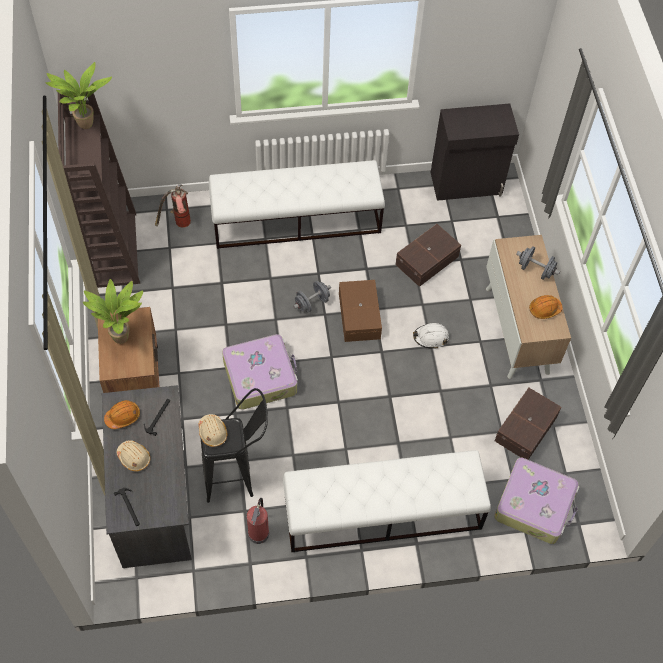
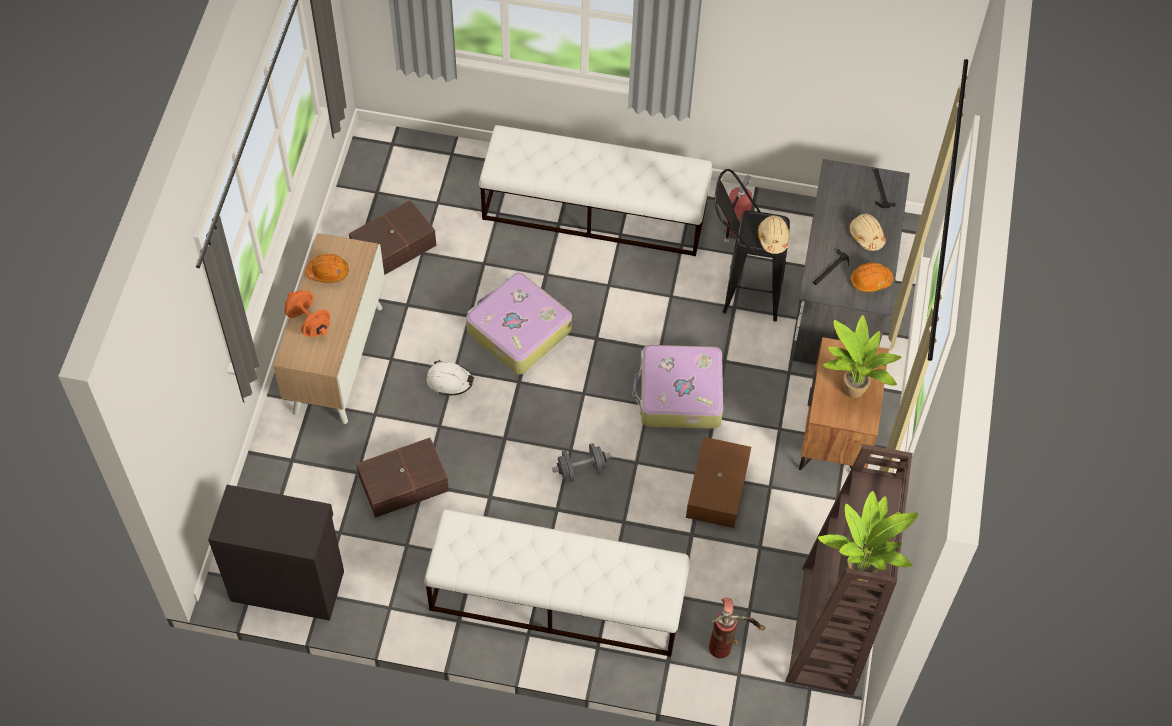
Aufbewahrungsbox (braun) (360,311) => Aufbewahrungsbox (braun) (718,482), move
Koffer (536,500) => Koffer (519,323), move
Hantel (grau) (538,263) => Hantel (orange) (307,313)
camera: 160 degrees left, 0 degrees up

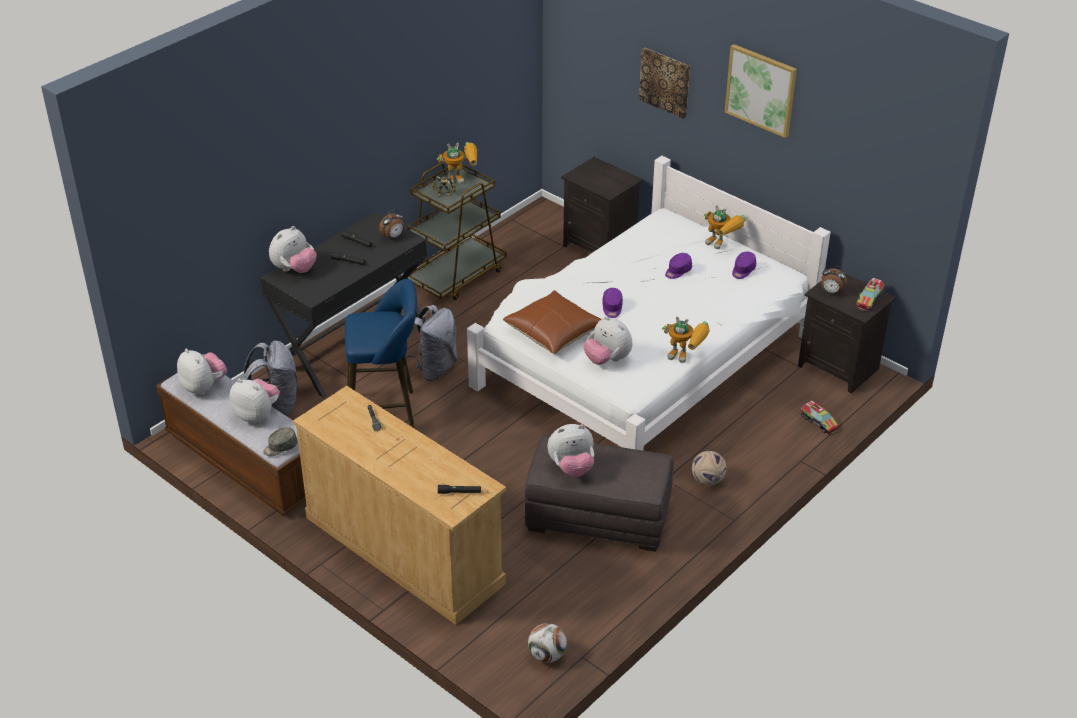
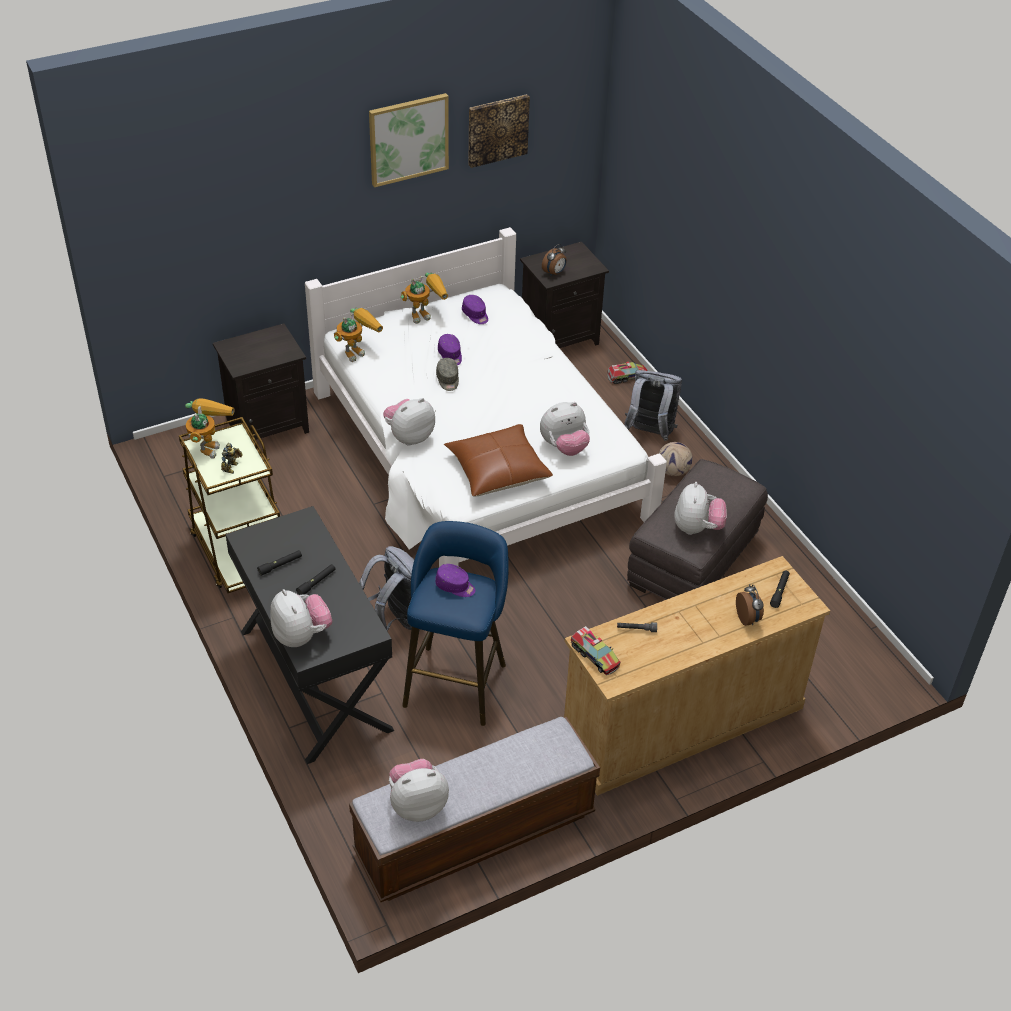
Fußball (547,643) => nothing
Plüschtier (254,401) => Plüschtier (409,422), move
Rucksack (grau) (270,378) => Rucksack (grau) (653,405), move
Kappe (grau) (280,441) => Kappe (grau) (447,374), move
Wecker (392,225) => Wecker (750,605), move
Kappe (lila) (612,303) => Kappe (lila) (455,580), move
Bild (664,83) => Bild (499,131), move
Spielzeugroboter (686,339) => Spielzeugroboter (358,335), move
Spielzeuglaster (870,294) => Spielzeuglaster (596,650), move
camera: 70 degrees left, 5 degrees up

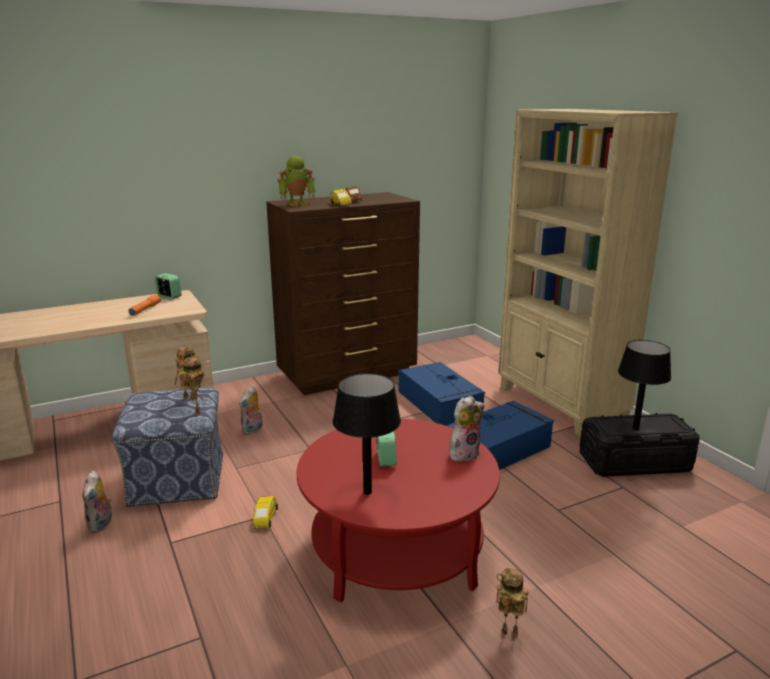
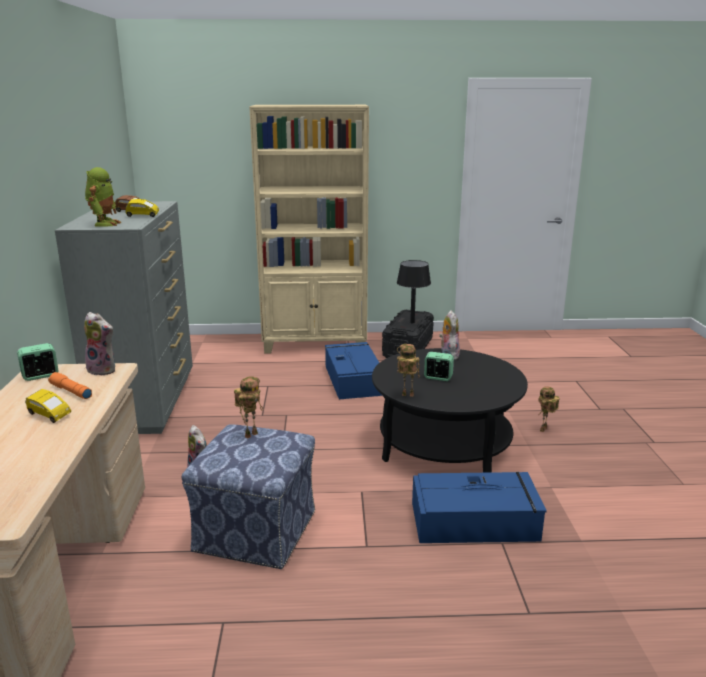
Tischlampe (schwarz) (367,434) => nothing
Plüschtier (97,501) => Plüschtier (99,344), move
Spielzeugroboter (192,385) => Spielzeugroboter (408,370), move
Spielzeugauto (gelb) (265,512) => Spielzeugauto (gelb) (48,406), move
Aufbewahrungsbox (blau) (441,394) => Aufbewahrungsbox (blau) (479,507), move
Kommode (braun) (343,293) => Kommode (grau) (124,317)
Couchtisch (rot) (398,511) => Couchtisch (schwarz) (450,410)
camera: 65 degrees left, 0 degrees up

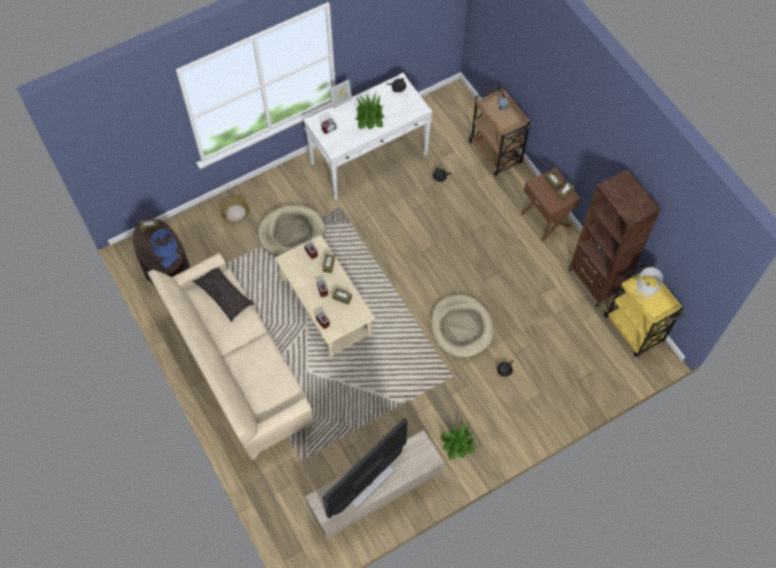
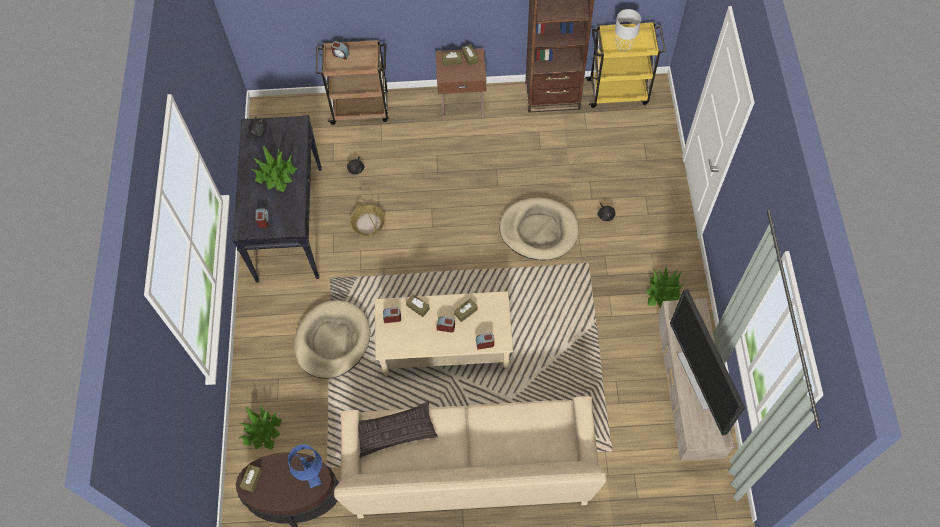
Bilderrahmen (341,93) => nothing
nothing => Topfpflanze (260,427)
Korb (235,209) => Korb (368,219), move
Konsolentisch (weiß) (367,136) => Konsolentisch (schwarz) (277,199)
camera: 60 degrees left, 0 degrees up

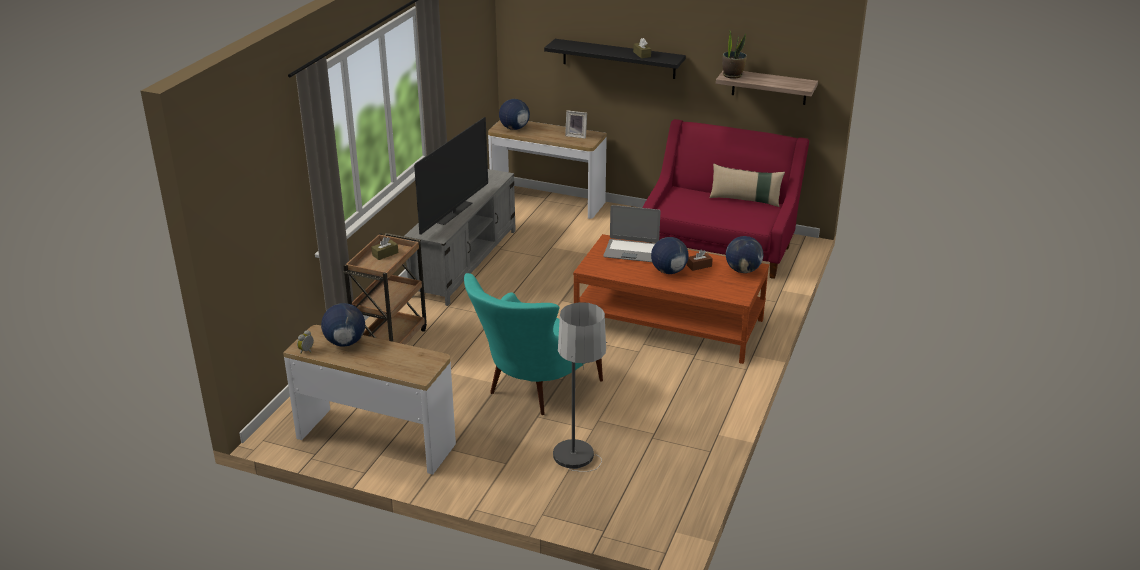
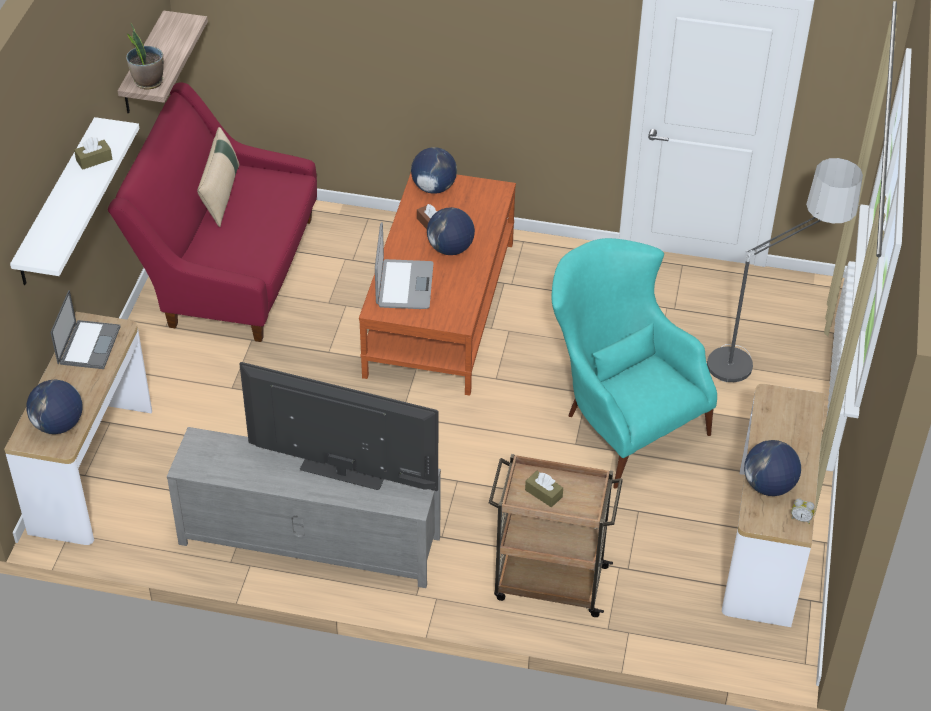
Bilderrahmen (576,124) => Laptop (86,329)
Wandregal (schwarz) (615,59) => Wandregal (weiß) (74,201)
Sessel (türkis) (533,344) => Sessel (türkis) (634,363), 150 degrees counterclockwise
camera: 100 degrees left, 15 degrees up

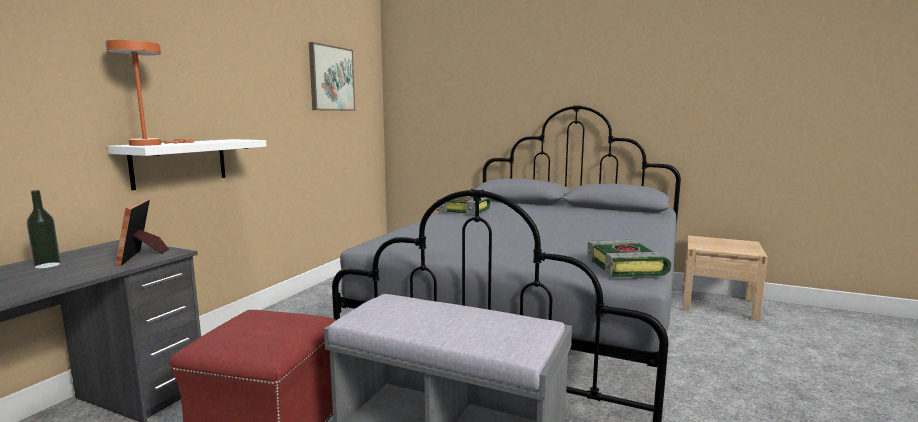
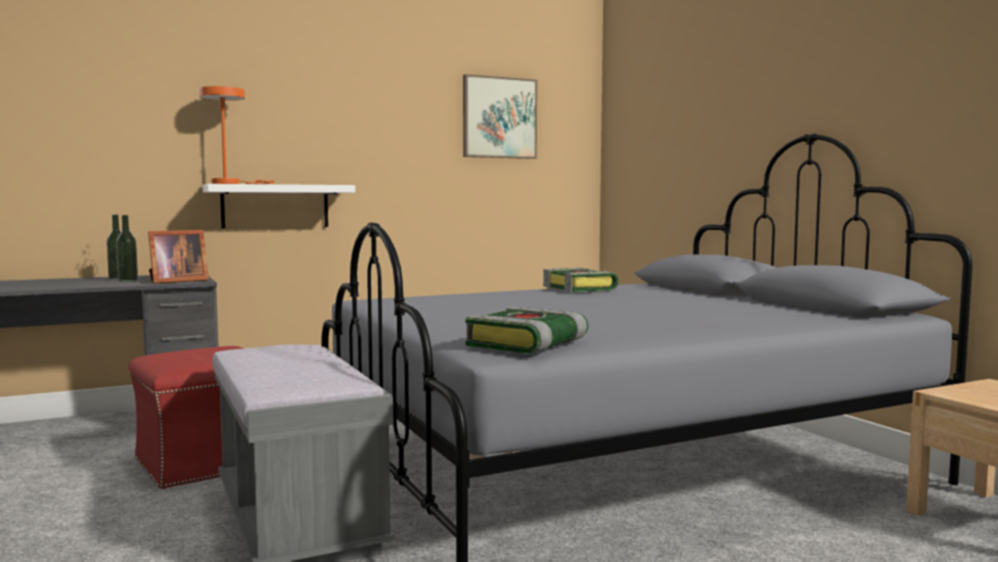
nothing => Flasche (127,248)
Bilderrahmen (142,232) => Bilderrahmen (178,257), 150 degrees counterclockwise
camera: 40 degrees right, 5 degrees down

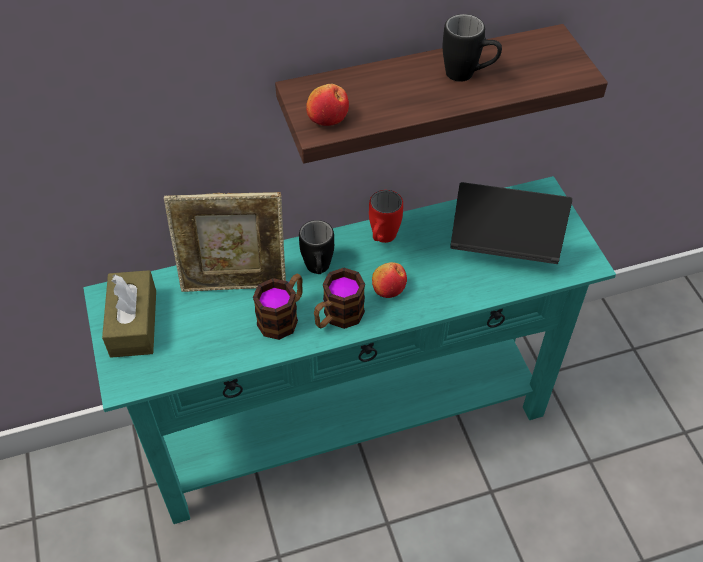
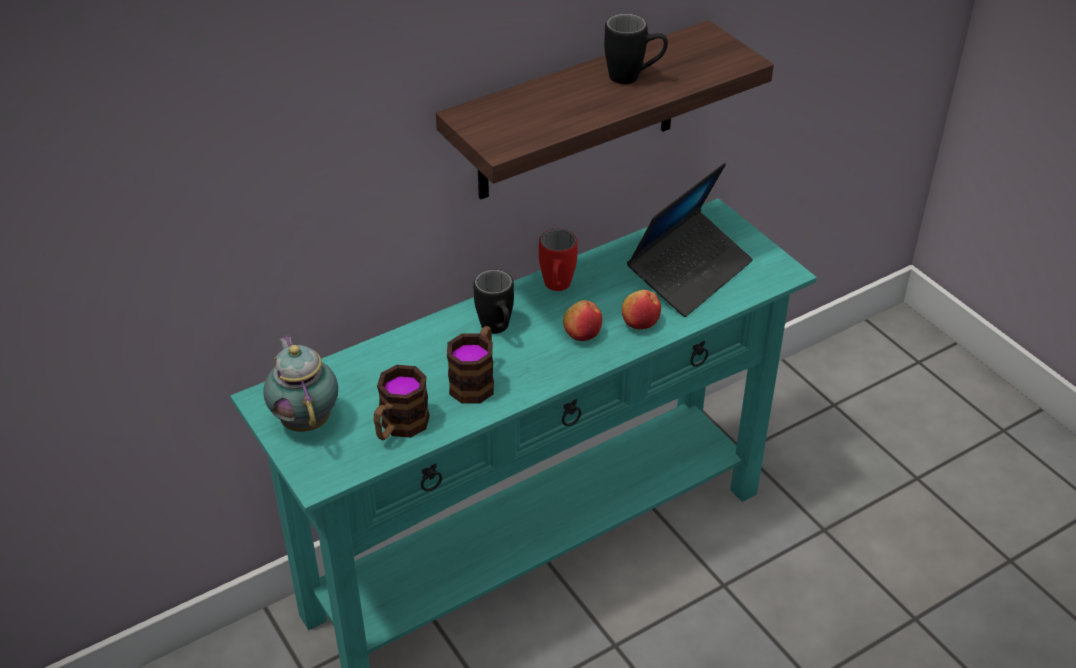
Bilderrahmen (225,242) => nothing
Apfel (327,105) => Apfel (641,309), move
Henkelbecher (339,298) => Henkelbecher (402,402), move
Taschentuchbox (braun) (129,314) => Teekanne (300,383)
Laptop (511,223) => Laptop (690,240), 135 degrees clockwise
camera: 15 degrees left, 10 degrees down

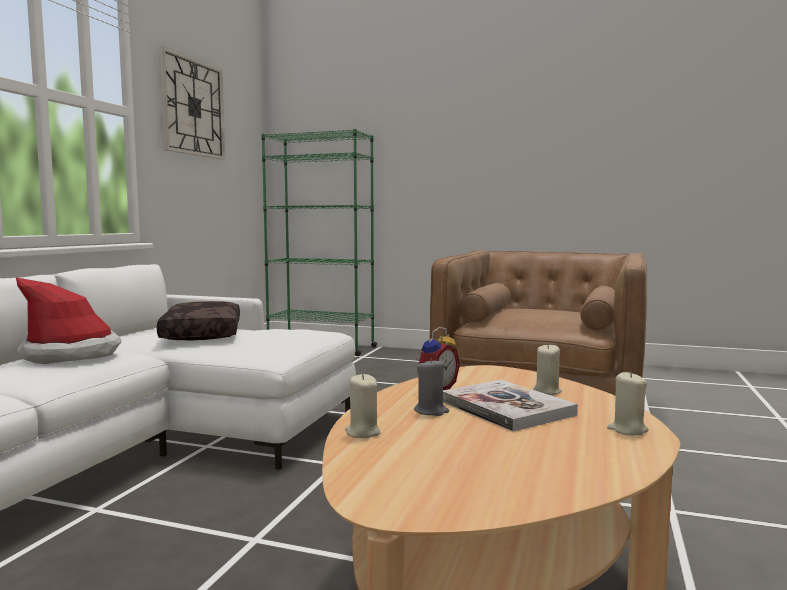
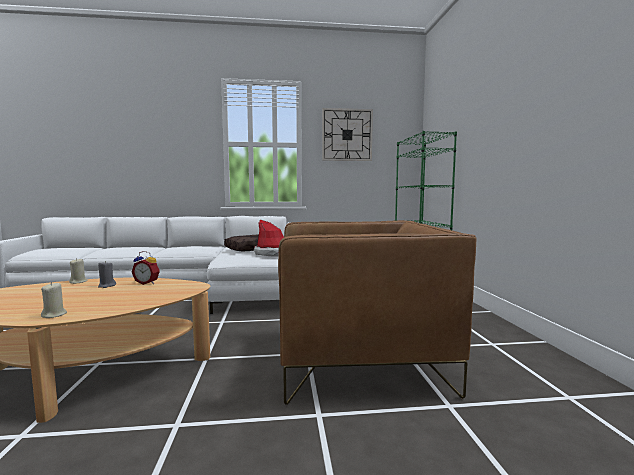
Buch (510,406) => nothing
Kerze (beige) (547,369) => nothing
Hut (69,320) => Hut (269,238), move
camera: 65 degrees right, 0 degrees up

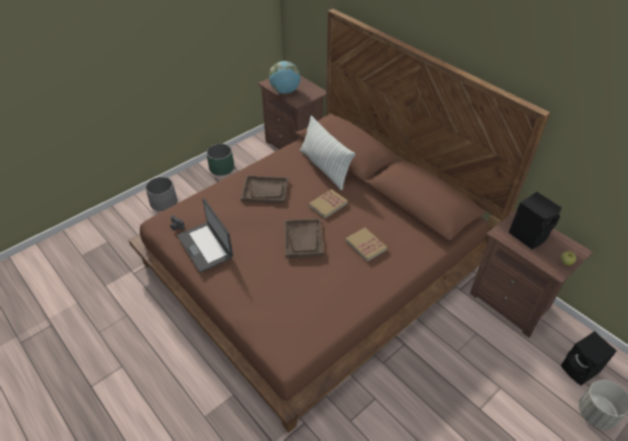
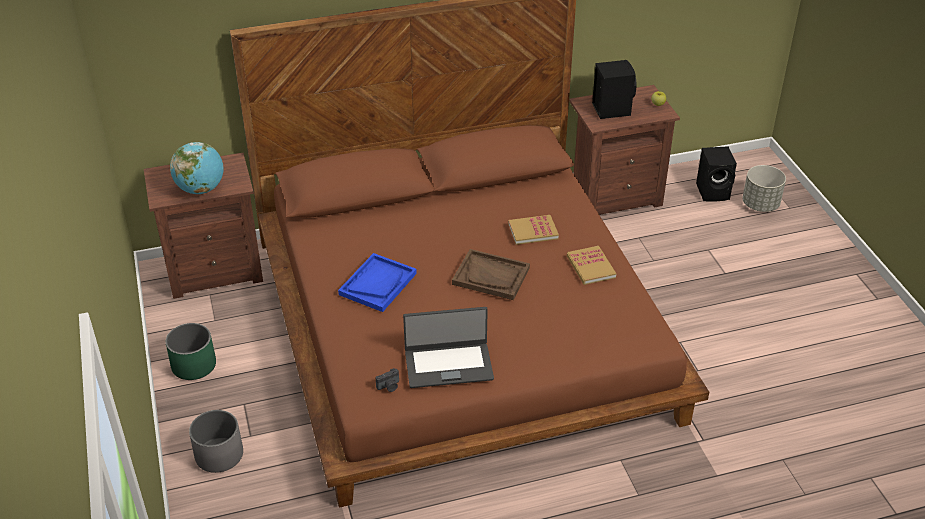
Kissen (327,153) => nothing
Buch (328,204) => Buch (591,265), move
Tablett (braun) (264,190) => Tablett (blau) (377,282)
camera: 65 degrees left, 5 degrees down

